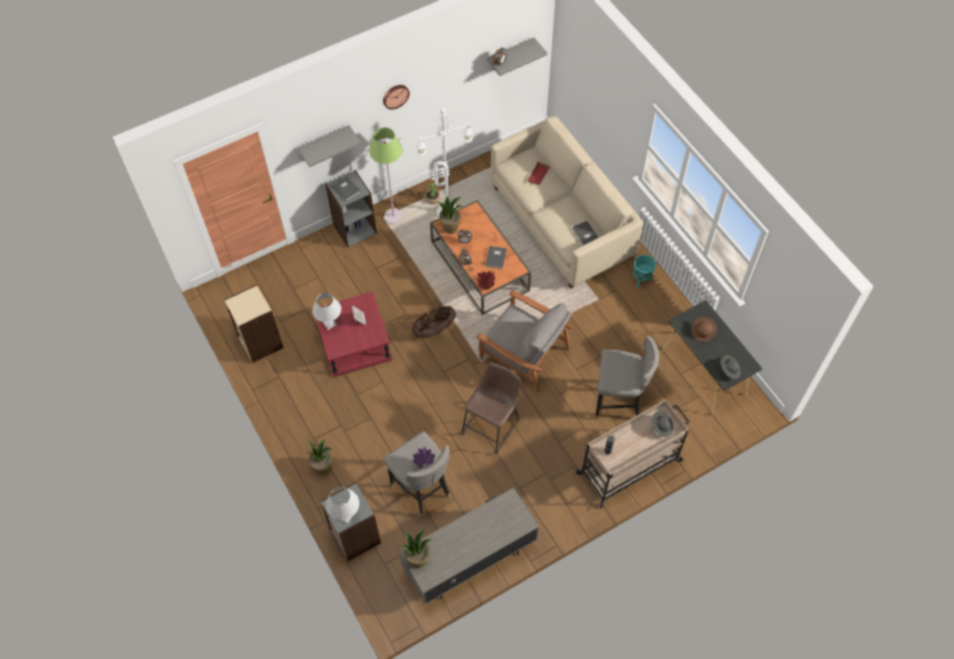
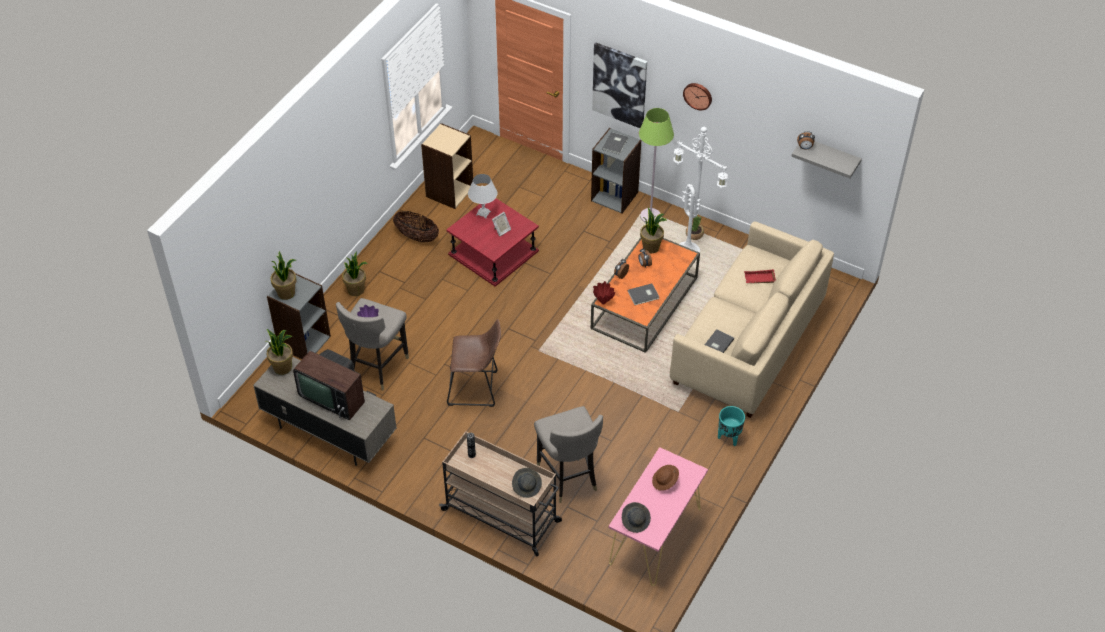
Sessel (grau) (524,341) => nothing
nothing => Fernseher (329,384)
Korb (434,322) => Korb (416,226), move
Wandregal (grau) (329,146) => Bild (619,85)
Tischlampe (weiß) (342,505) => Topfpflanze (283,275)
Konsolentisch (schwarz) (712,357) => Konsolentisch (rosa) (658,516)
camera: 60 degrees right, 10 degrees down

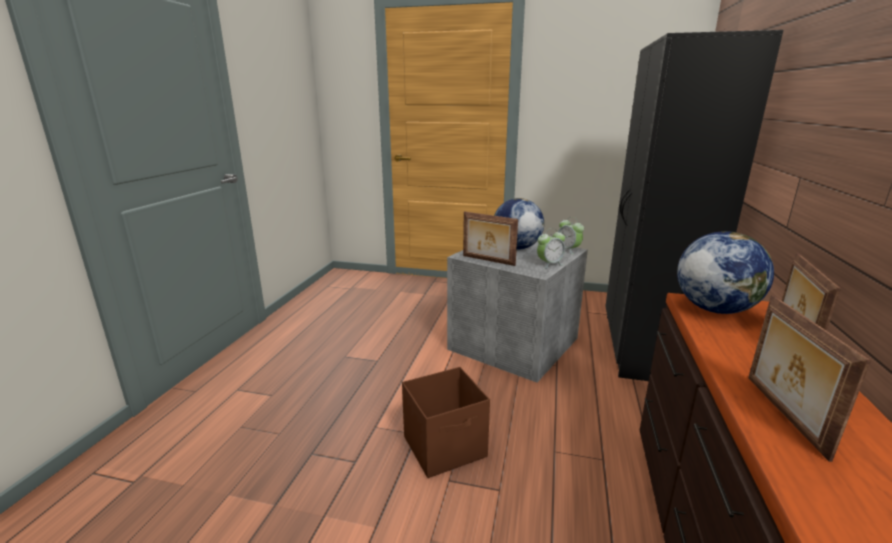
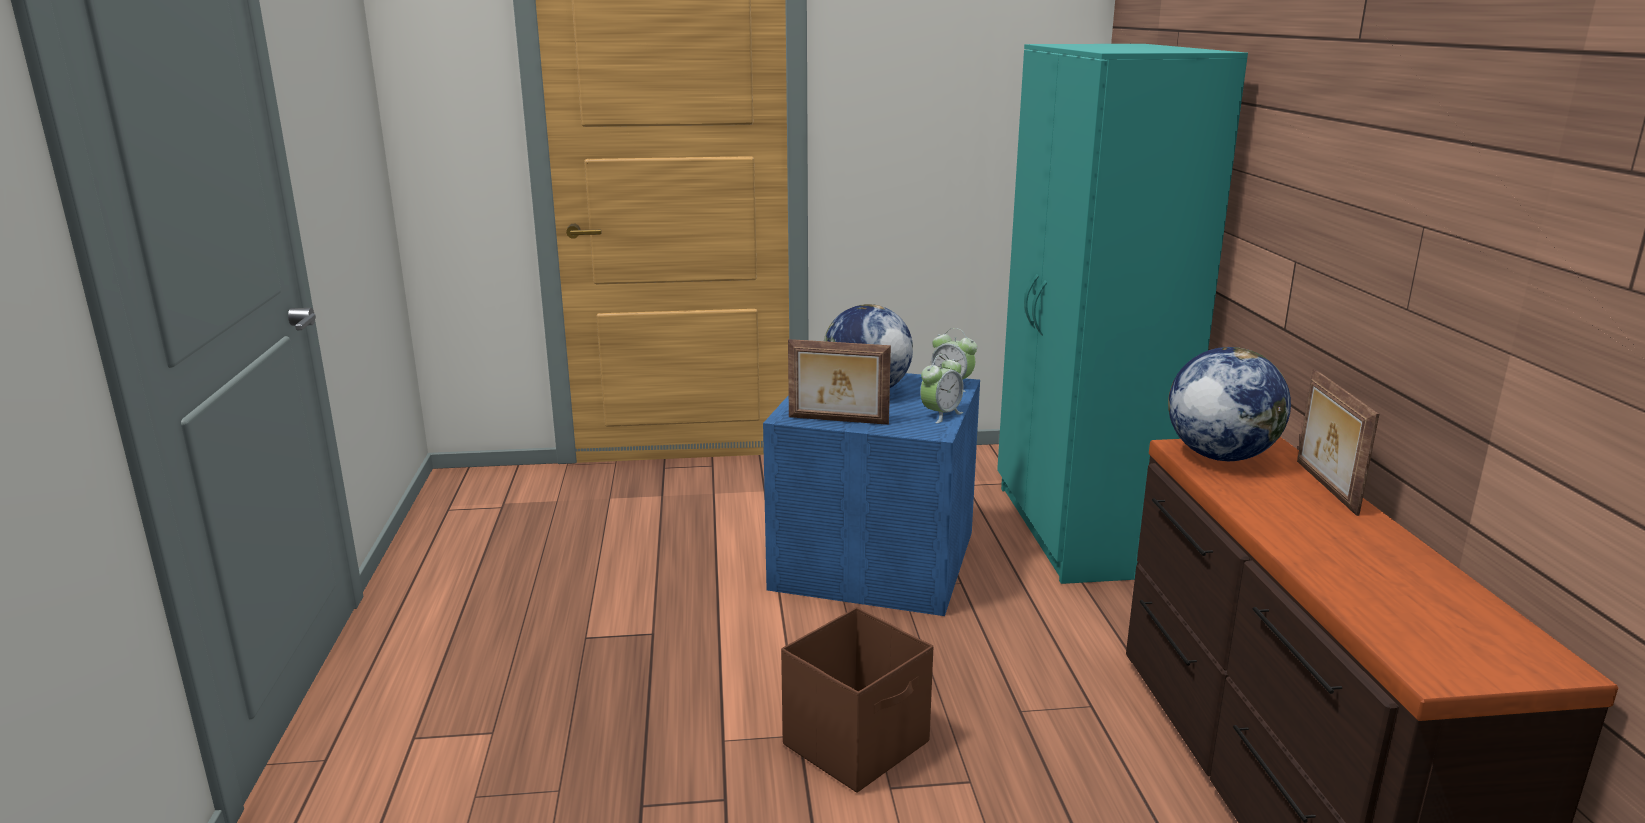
Bilderrahmen (809,378) => nothing
Aufbewahrungsbox (grau) (517,312) => Aufbewahrungsbox (blau) (871,494)
Kleiderschrank (schwarz) (694,205) => Kleiderschrank (türkis) (1122,314)
camera: 20 degrees left, 0 degrees up

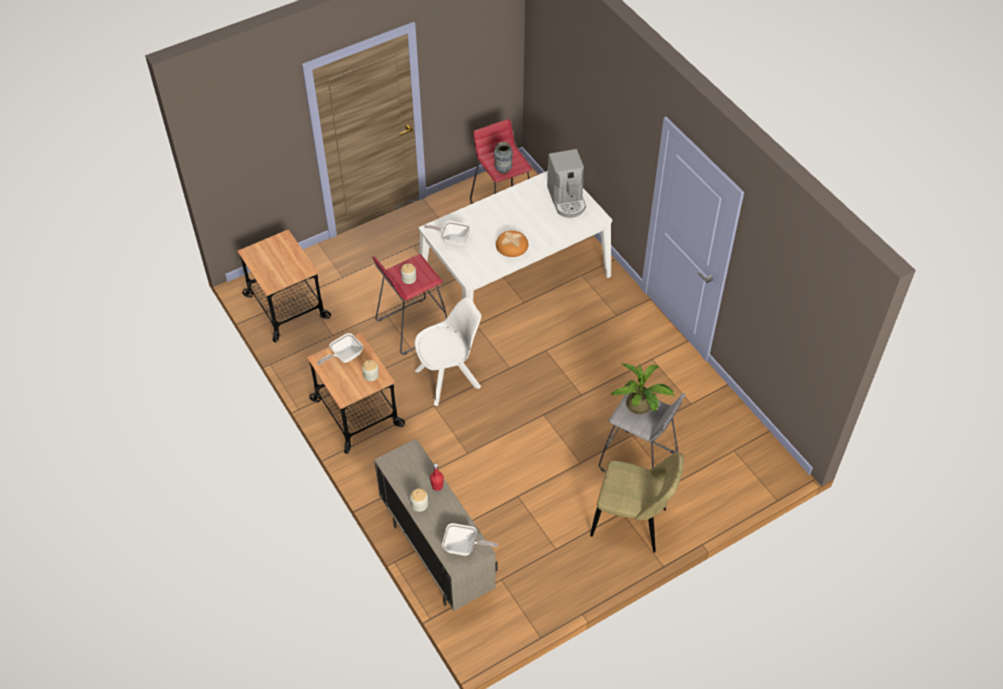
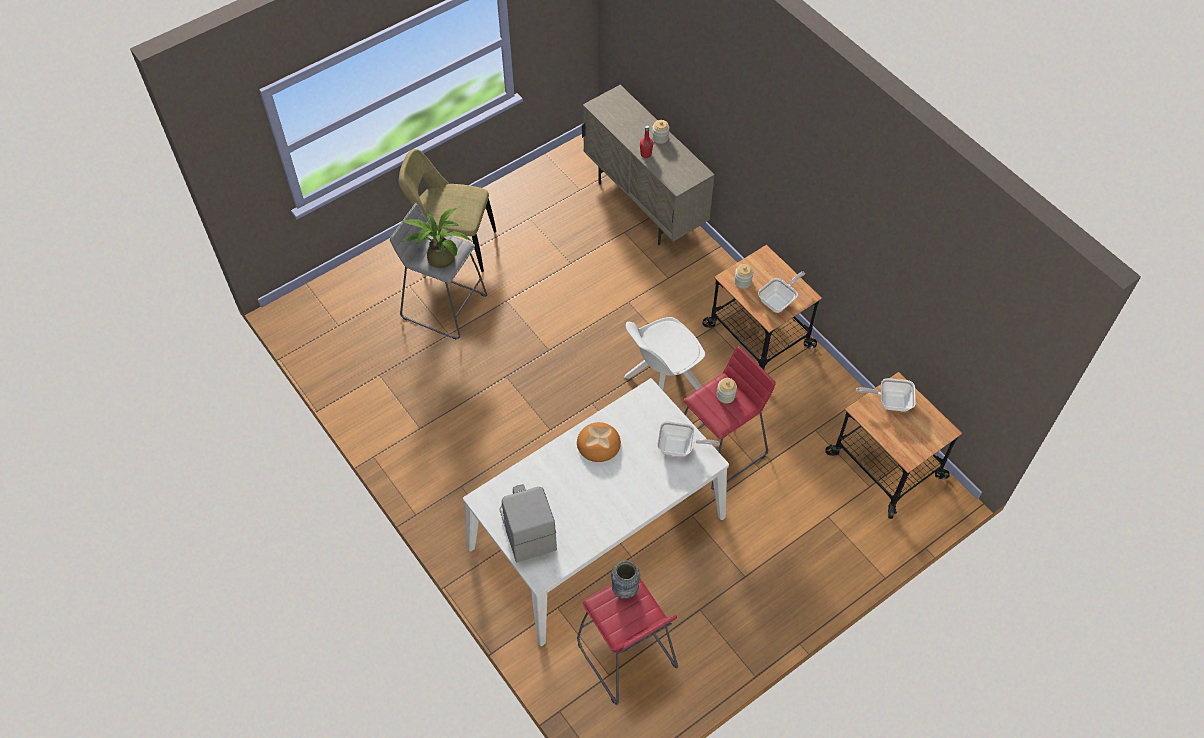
Pfanne (470,539) => Pfanne (886,394), move
camera: 175 degrees right, 5 degrees up

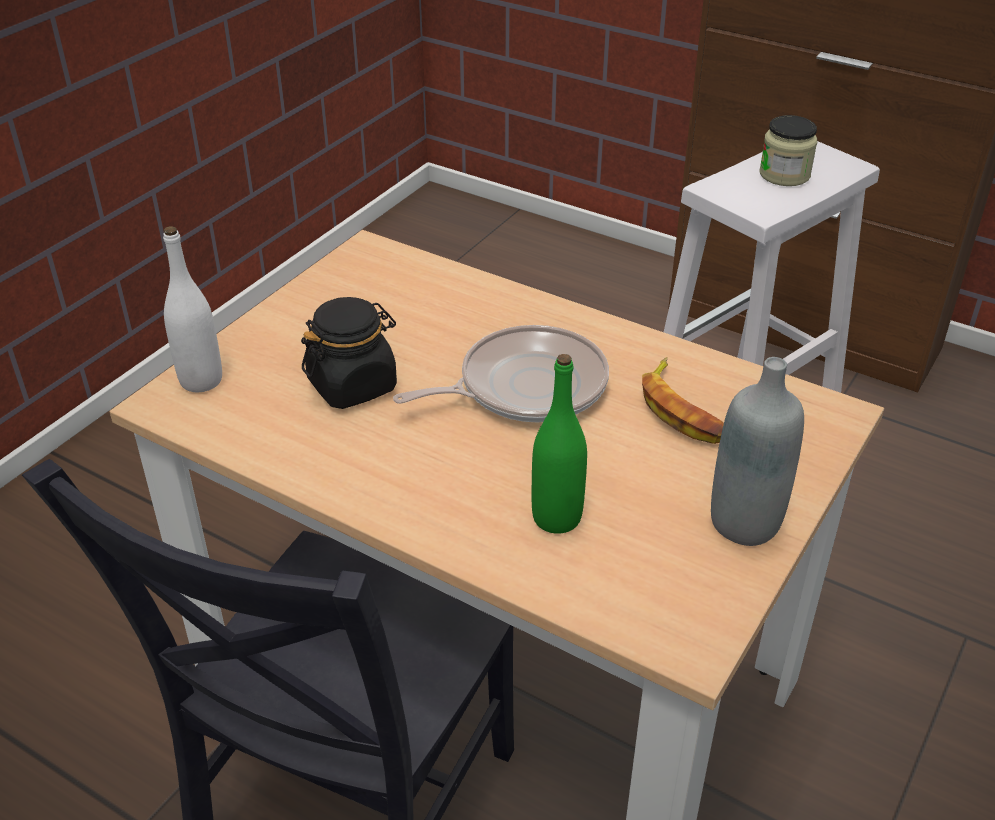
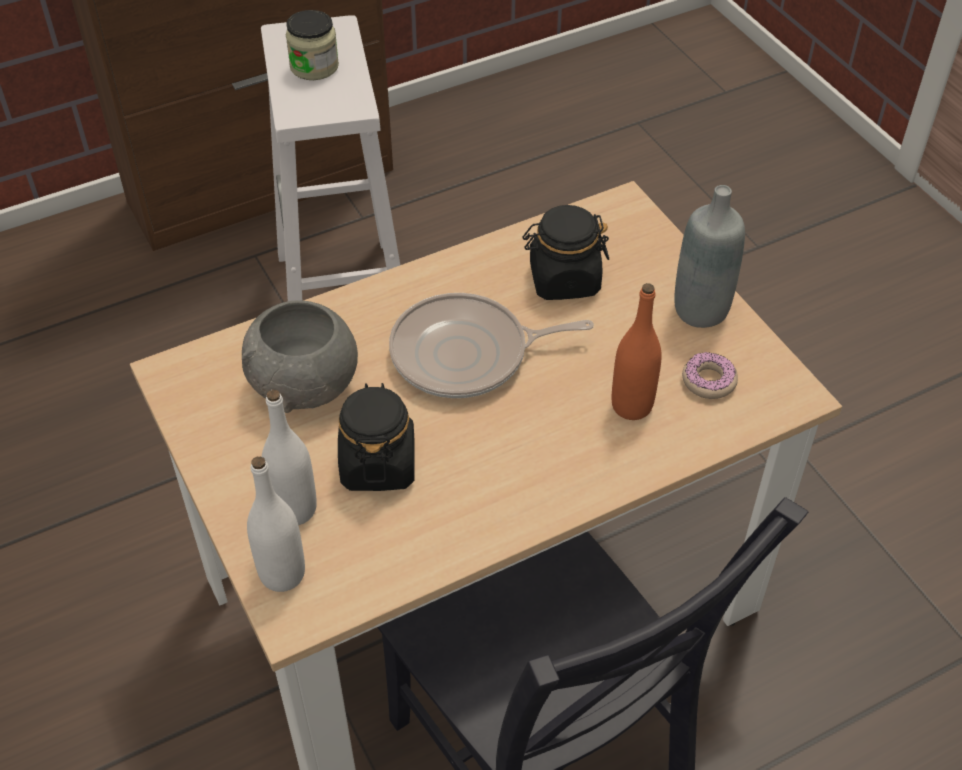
nothing => Schüssel (grau) (300,356)
nothing => Flasche (weiß) (289,457)
nothing => Donut (710,375)
Banane (683,400) => Vorratsglas (schwarz) (565,252)
Flasche (grün) (559,444) => Flasche (orange) (636,351)
Pfanne (501,374) => Pfanne (491,345), 105 degrees counterclockwise
camera: 60 degrees left, 10 degrees up

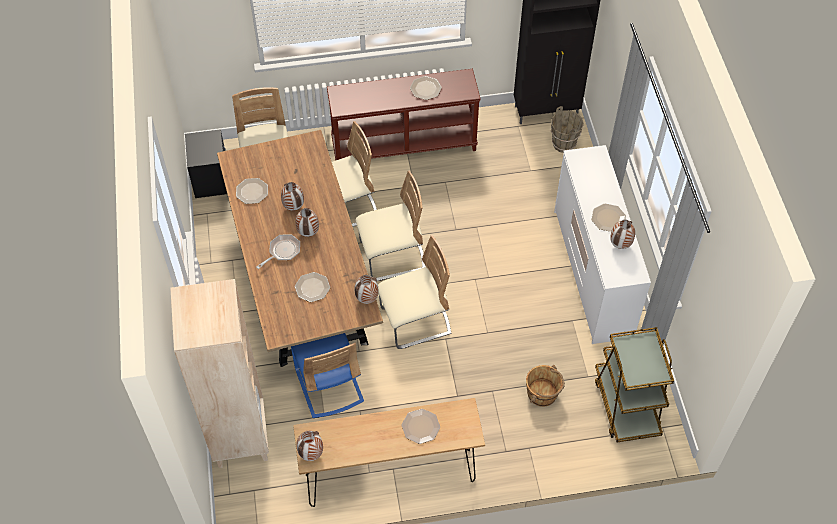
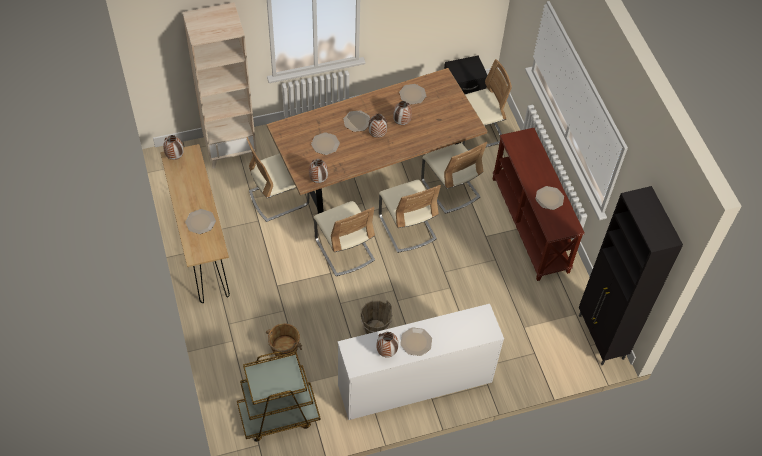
Eimer (braun) (567,129) => Eimer (braun) (377,317), move
Pfanne (278,252) => Teller (357,121)
Stuhl (blau) (327,375) => Stuhl (beige) (277,179)
camera: 80 degrees right, 0 degrees up

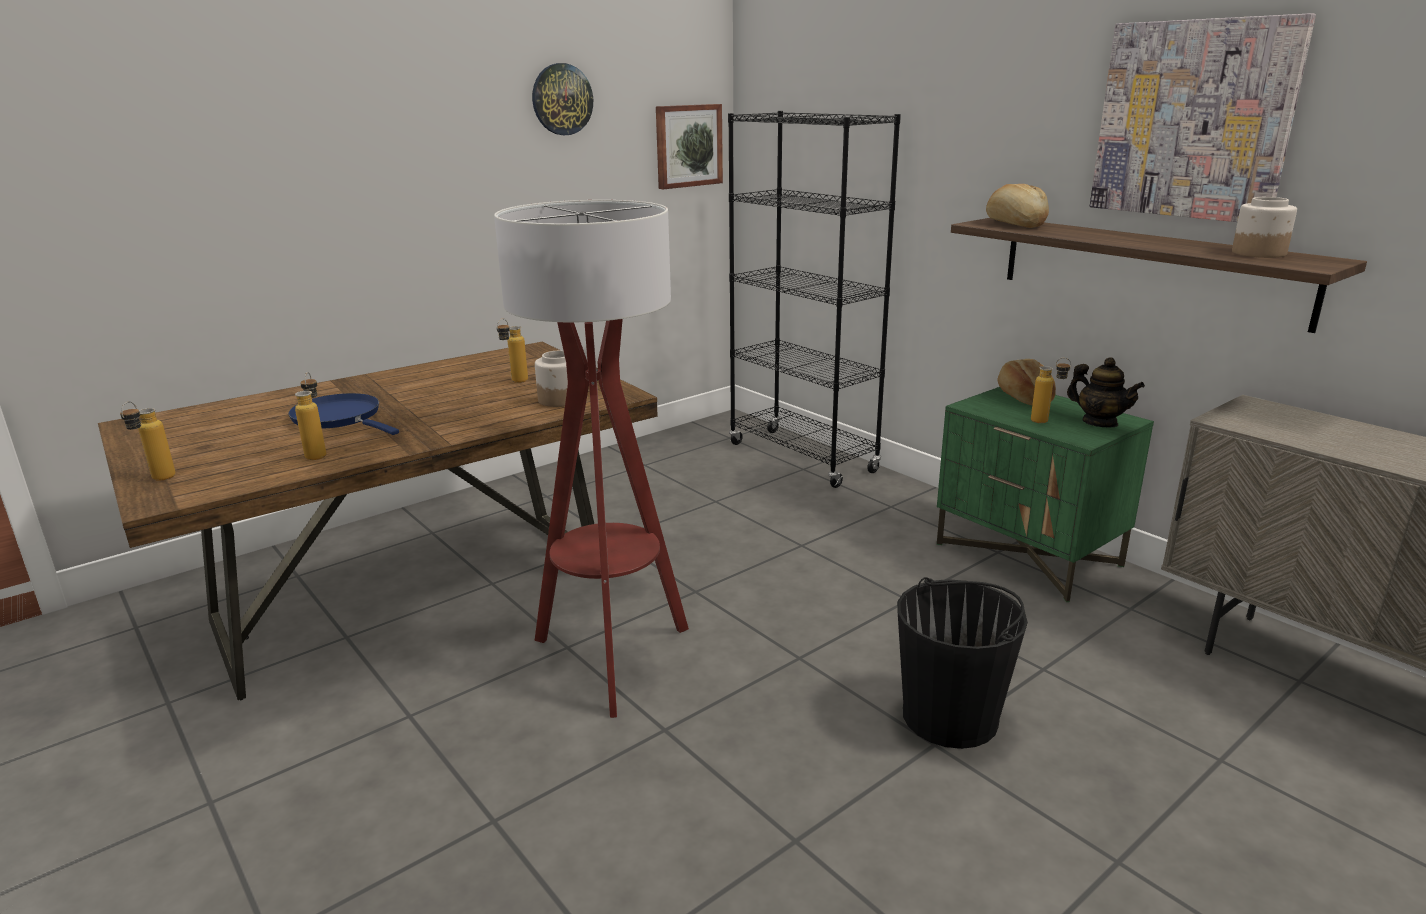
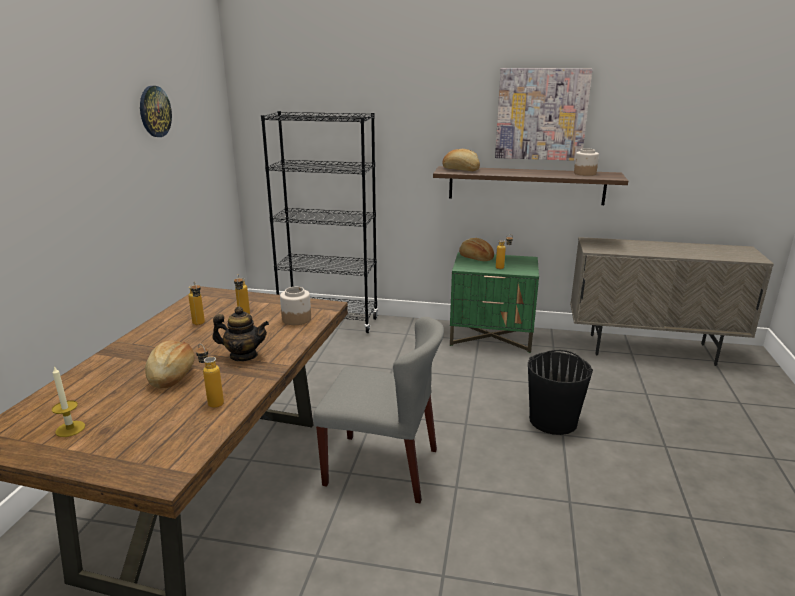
Bild (689,146) => nothing
nothing => Kerze (68,401)
Flasche (148,440) => Flasche (196,303), move
Teekanne (1106,392) => Teekanne (240,333), move
Pfanne (blau) (343,414) => Brot (170,364)
Stehlampe (591,459) => Stuhl (grau) (378,410)
camera: 40 degrees left, 0 degrees up

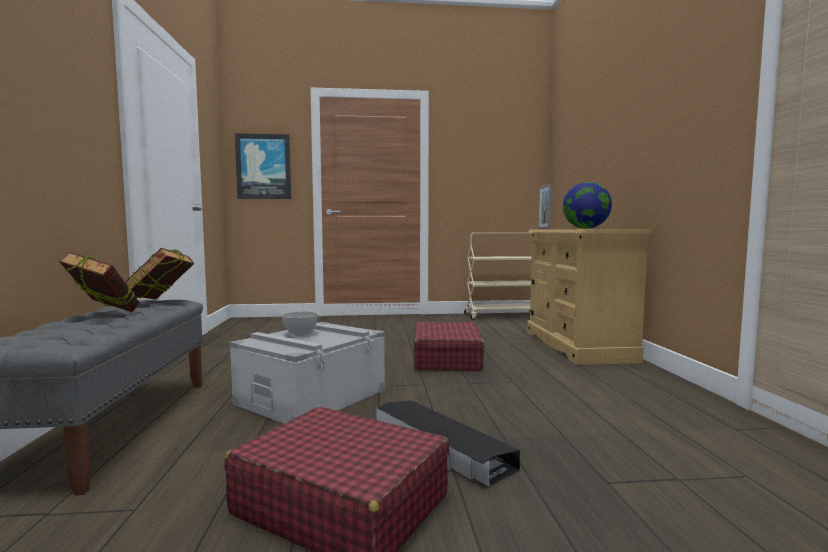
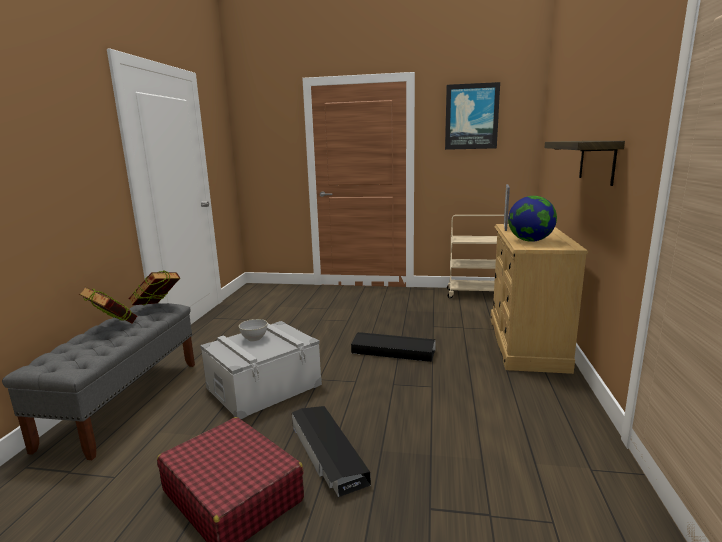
nothing => Wandregal (585,163)
Bild (263,166) => Bild (472,116), move
Koffer (rot) (449,346) => Aufbewahrungsbox (schwarz) (393,347)
camera: 15 degrees right, 10 degrees up

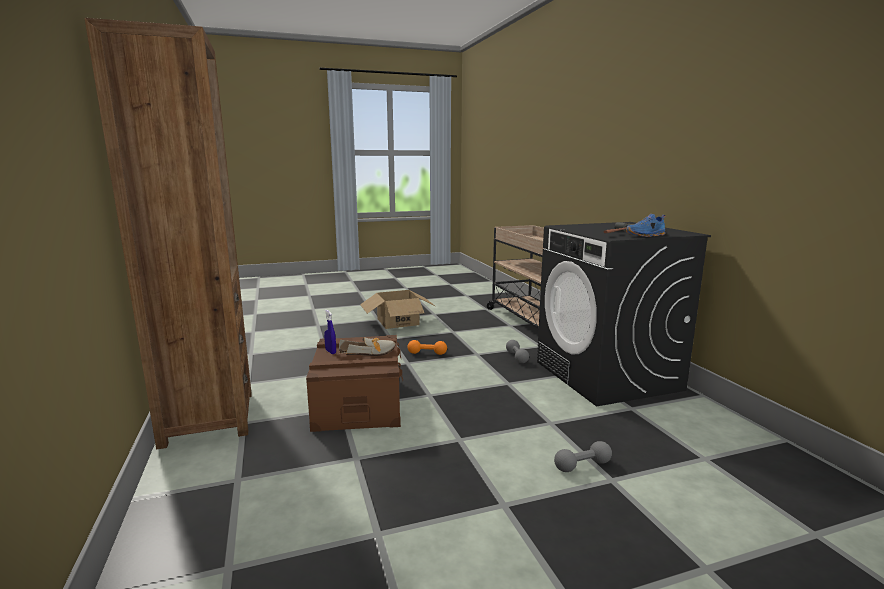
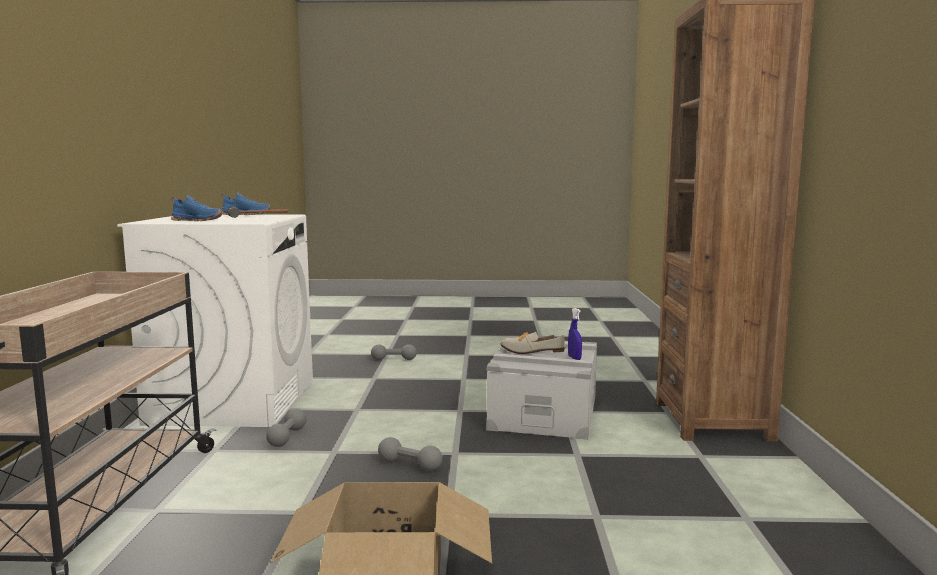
nothing => Schuh (blau) (196,208)
Aufbewahrungsbox (braun) (354,383) => Aufbewahrungsbox (grau) (541,388)
Hantel (orange) (427,347) => Hantel (grau) (410,454)
Waschmaschine (schwarz) (624,314) => Waschmaschine (weiß) (215,320)
camera: 160 degrees left, 5 degrees down

